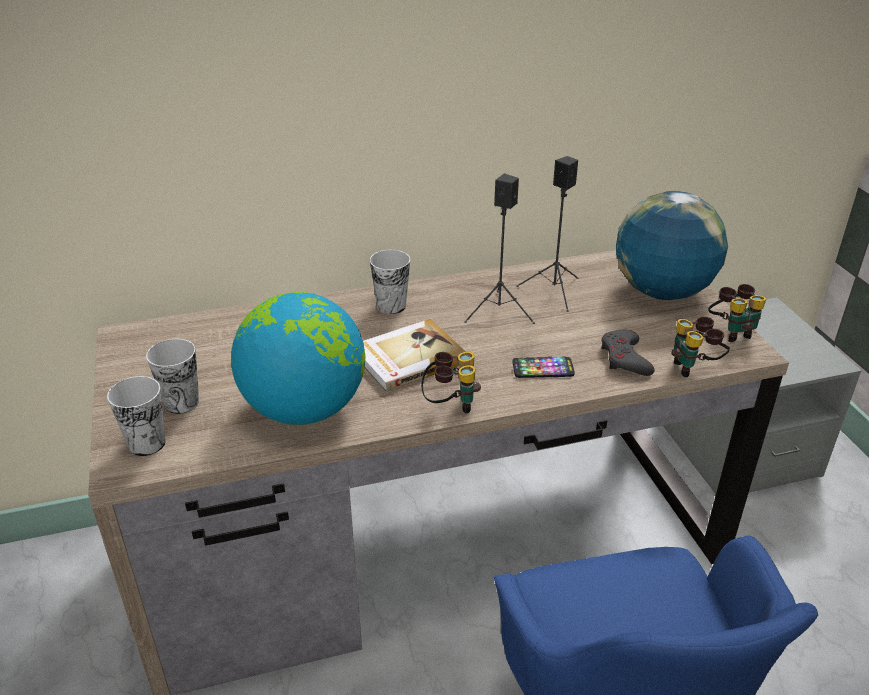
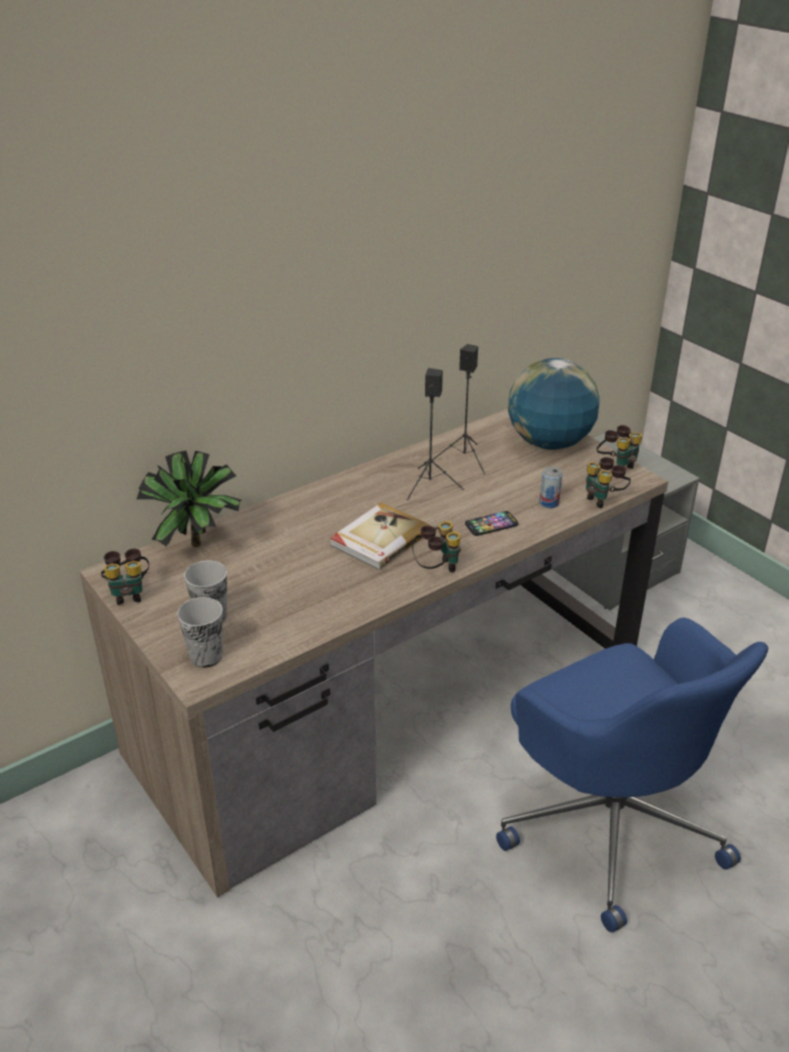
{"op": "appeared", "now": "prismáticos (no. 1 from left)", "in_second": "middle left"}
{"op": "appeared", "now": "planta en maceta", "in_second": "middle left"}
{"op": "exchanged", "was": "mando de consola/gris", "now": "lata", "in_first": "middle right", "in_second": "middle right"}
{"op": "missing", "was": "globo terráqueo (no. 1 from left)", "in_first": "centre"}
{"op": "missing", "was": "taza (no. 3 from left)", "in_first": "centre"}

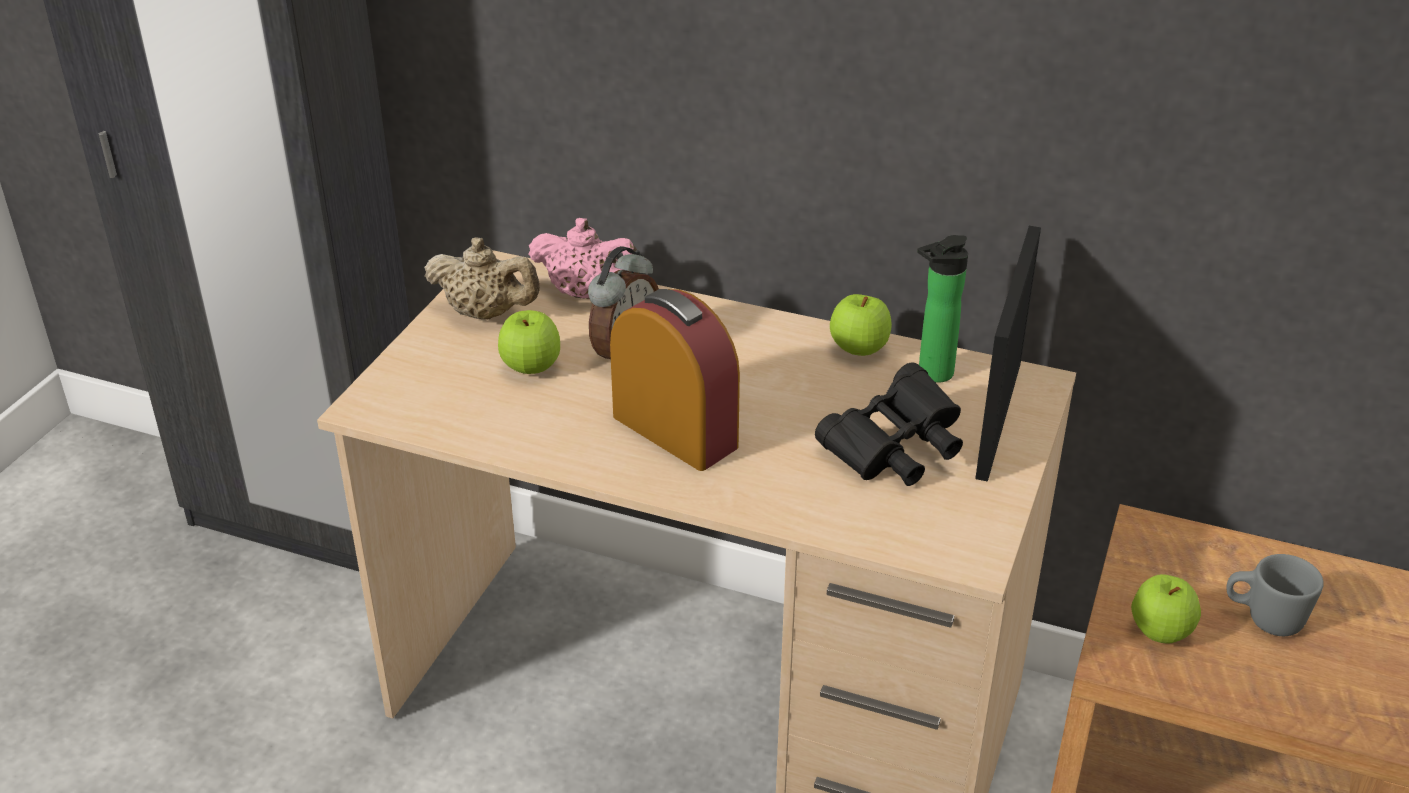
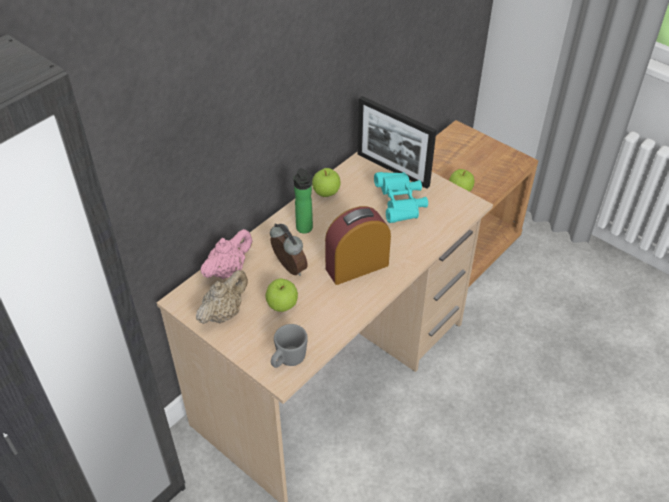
{"op": "relocated", "was": "taza grande/gris", "in_first": "bottom right", "in_second": "bottom centre"}
{"op": "relocated", "was": "botella", "in_first": "middle right", "in_second": "centre"}
{"op": "colour", "was": "prismáticos/negro", "now": "prismáticos/turquesa", "in_first": "centre", "in_second": "centre"}

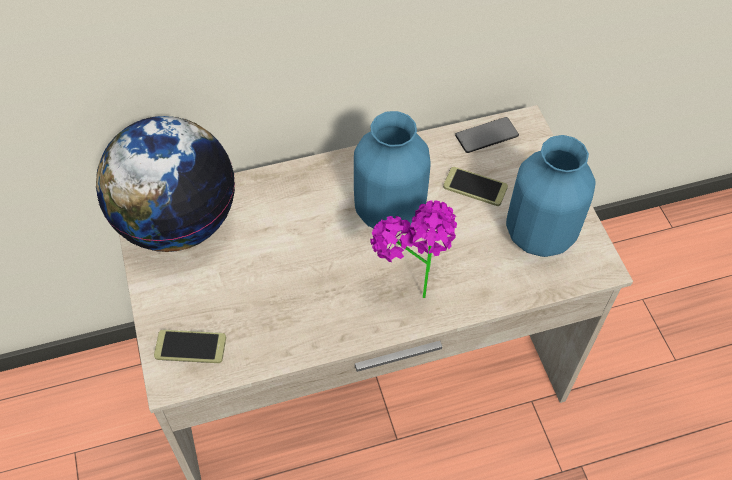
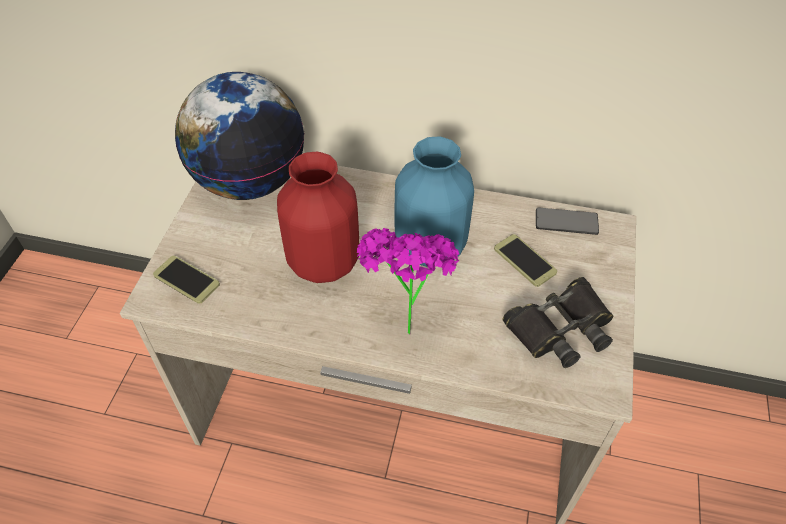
{"op": "appeared", "now": "florero/rojo", "in_second": "centre"}
{"op": "exchanged", "was": "florero/azul (no. 2 from left)", "now": "prismáticos/negro", "in_first": "middle right", "in_second": "middle right"}

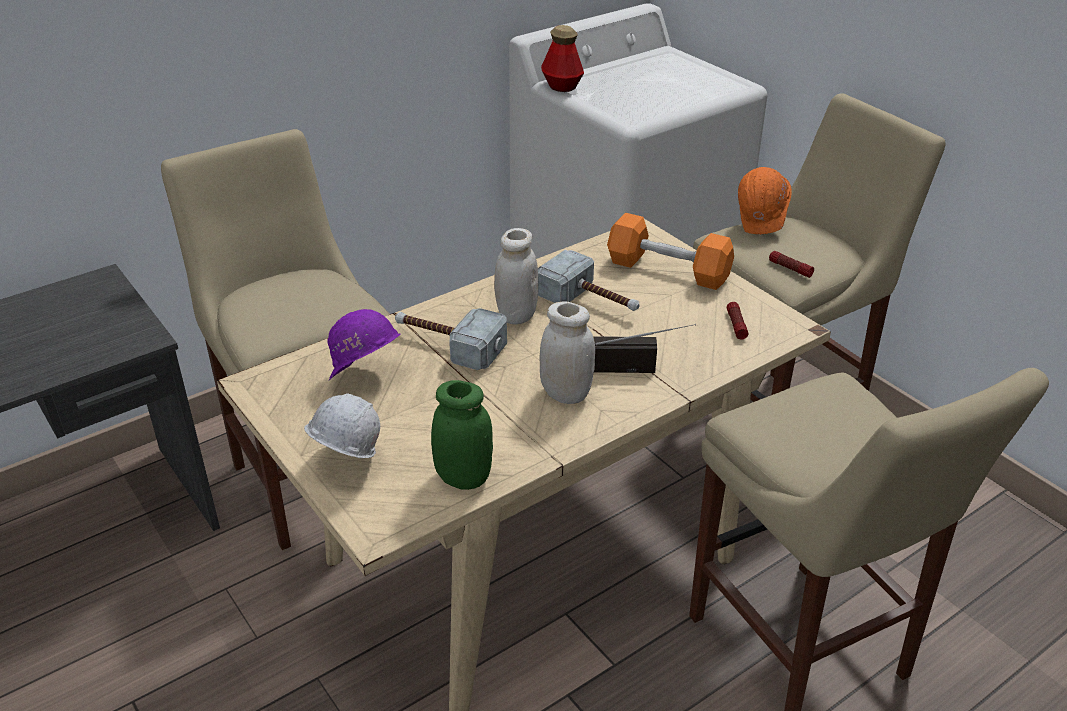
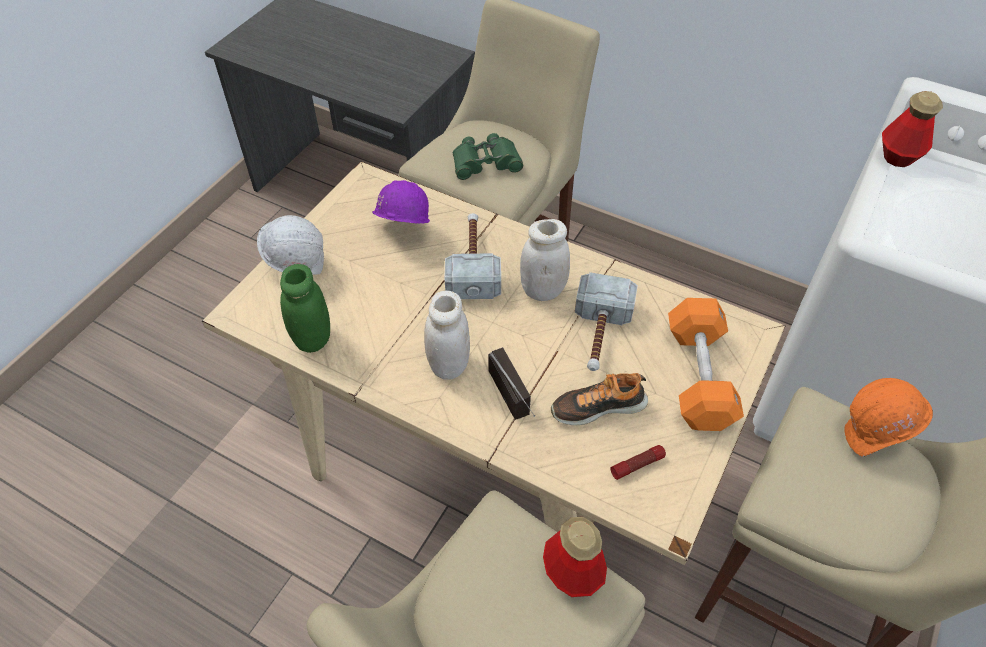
{"op": "appeared", "now": "prismáticos/verde", "in_second": "top centre"}
{"op": "appeared", "now": "botella (no. 1 from left)", "in_second": "bottom centre"}
{"op": "appeared", "now": "zapato", "in_second": "centre"}
{"op": "missing", "was": "linterna (no. 2 from left)", "in_first": "middle right"}

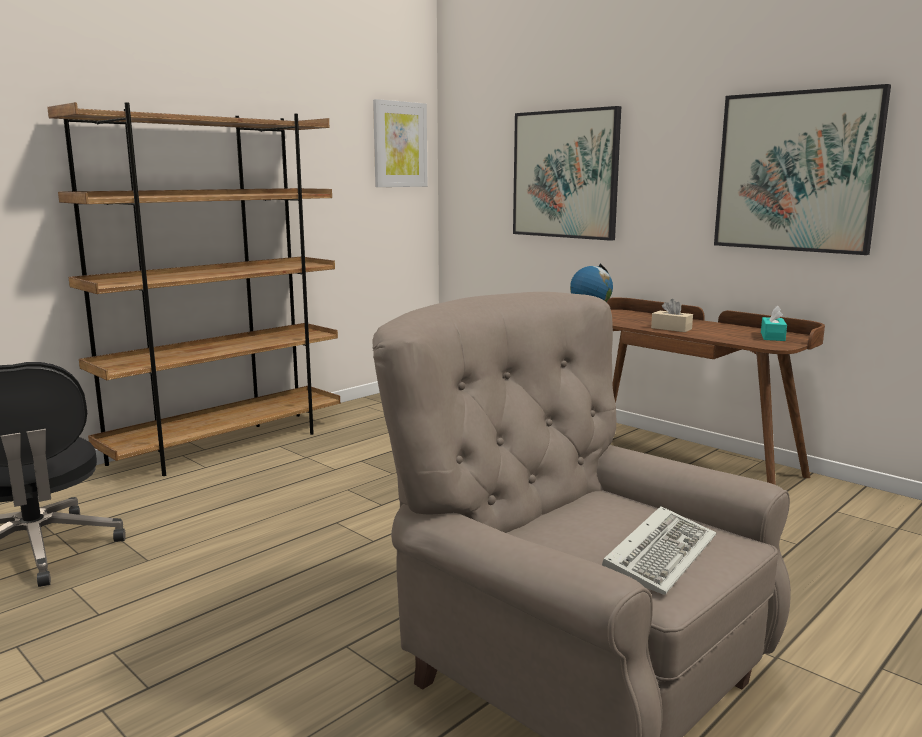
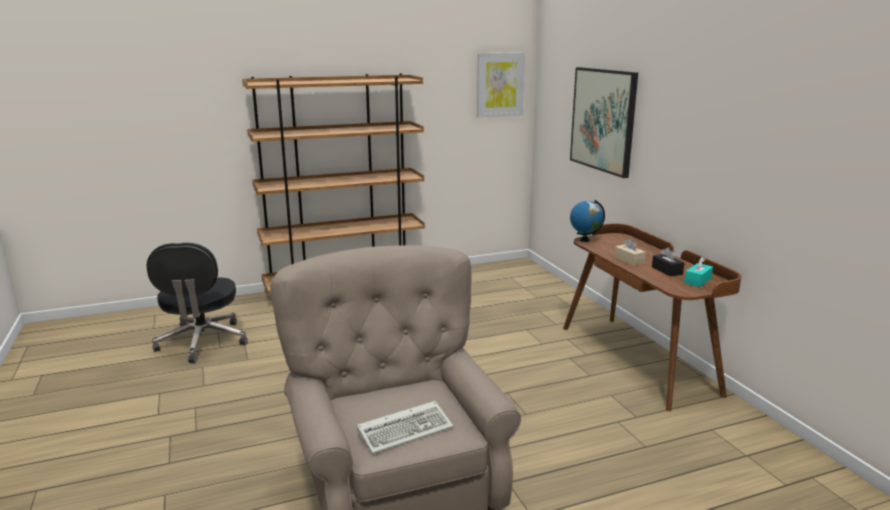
{"op": "appeared", "now": "caja de pañuelos/negro", "in_second": "middle right"}
{"op": "missing", "was": "cuadro (no. 3 from left)", "in_first": "top right"}

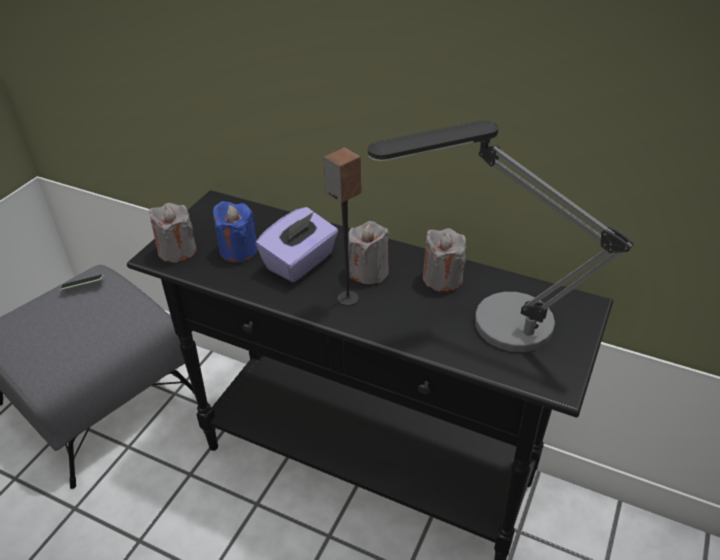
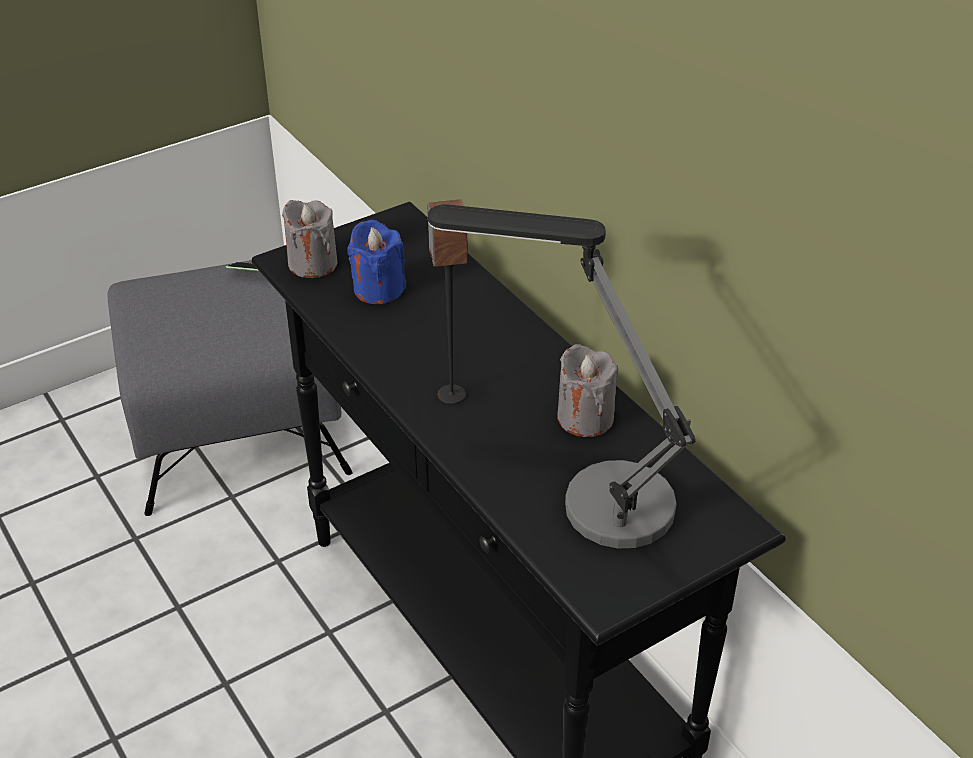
{"op": "missing", "was": "caja de pañuelos/morado", "in_first": "centre"}
{"op": "missing", "was": "vela/gris (no. 2 from left)", "in_first": "centre"}

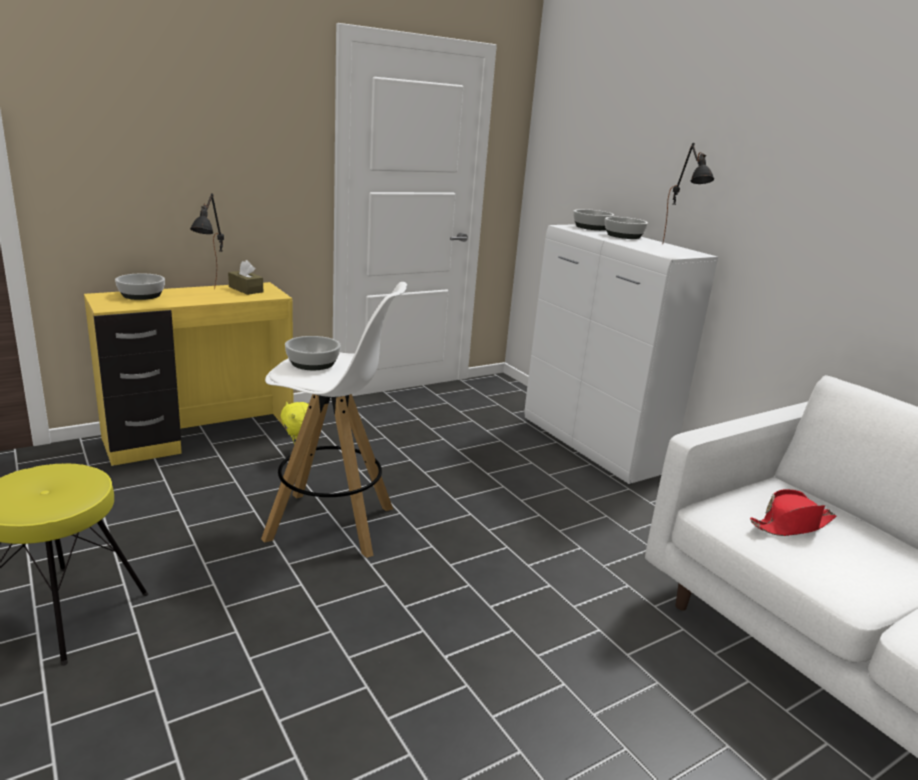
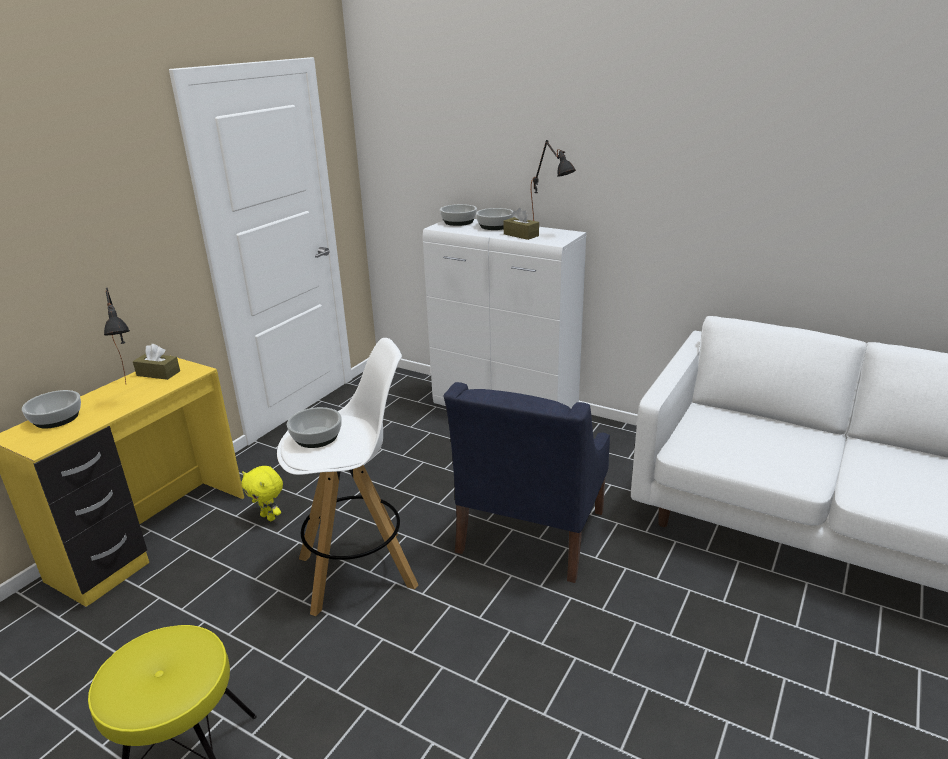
{"op": "appeared", "now": "sillón/azul", "in_second": "centre"}
{"op": "appeared", "now": "caja de pañuelos/marrón (no. 2 from left)", "in_second": "top centre"}
{"op": "missing", "was": "sombrero/rojo", "in_first": "middle right"}

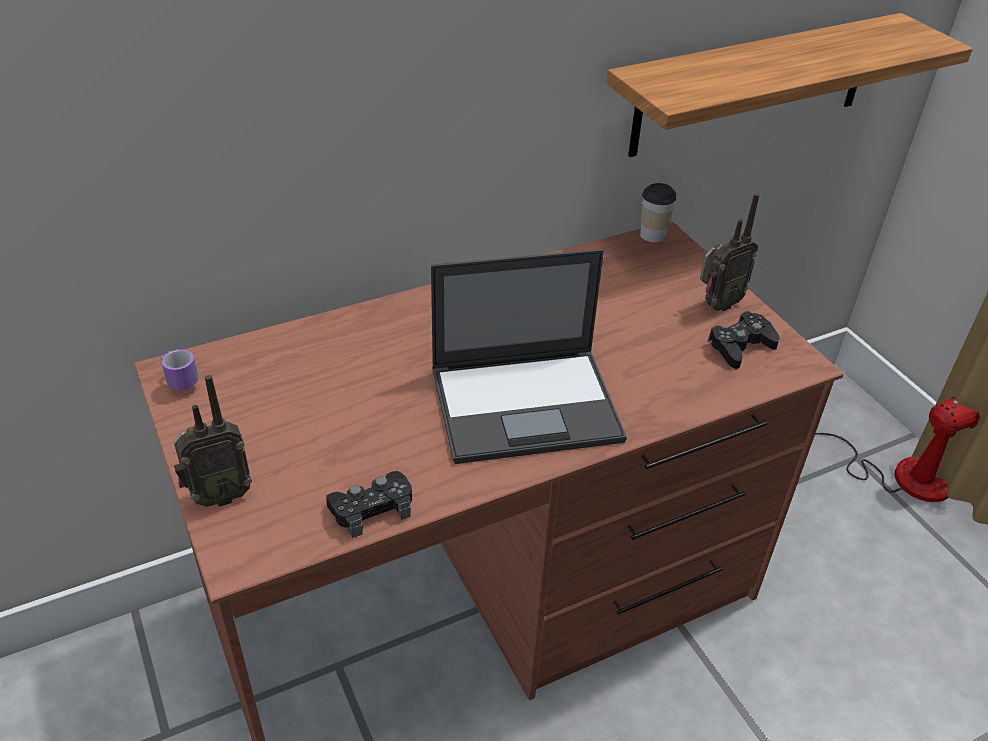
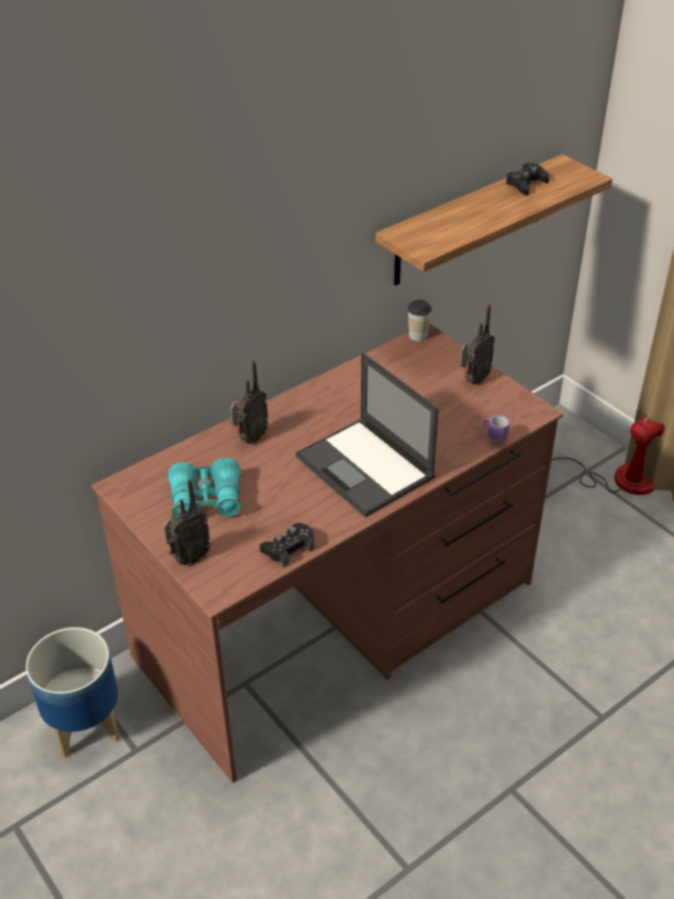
{"op": "appeared", "now": "maceta", "in_second": "bottom left"}
{"op": "appeared", "now": "prismáticos/turquesa", "in_second": "middle left"}
{"op": "appeared", "now": "radio (no. 2 from left)", "in_second": "centre"}
{"op": "spun", "was": "portátil", "in_first": "centre", "in_second": "centre", "clockwise": 75}
{"op": "relocated", "was": "taza grande", "in_first": "middle left", "in_second": "middle right"}
{"op": "relocated", "was": "mando de consola/negro (no. 2 from left)", "in_first": "middle right", "in_second": "top right"}

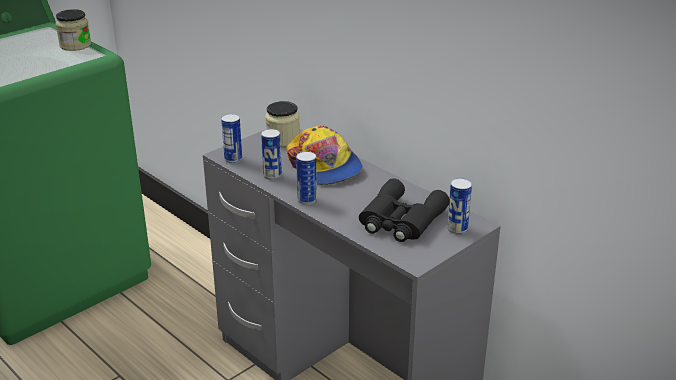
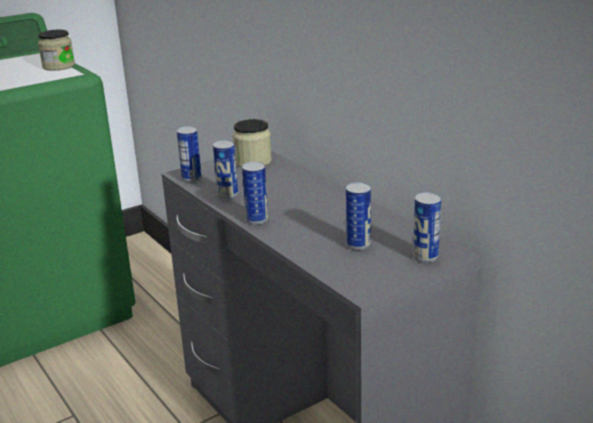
{"op": "exchanged", "was": "prismáticos/negro", "now": "lata (no. 4 from left)", "in_first": "centre", "in_second": "centre"}
{"op": "missing", "was": "gorra", "in_first": "centre"}

